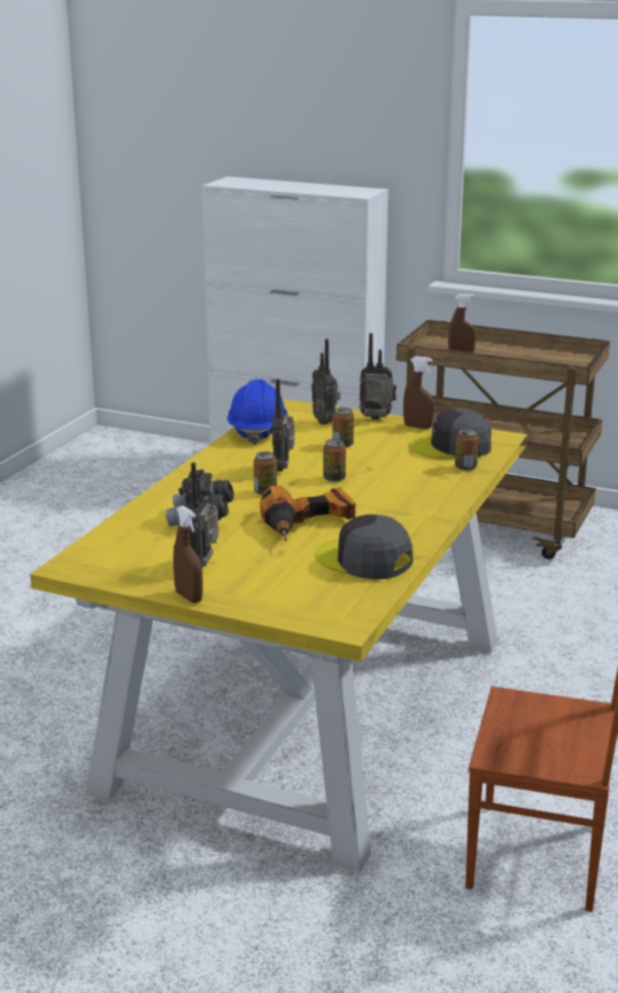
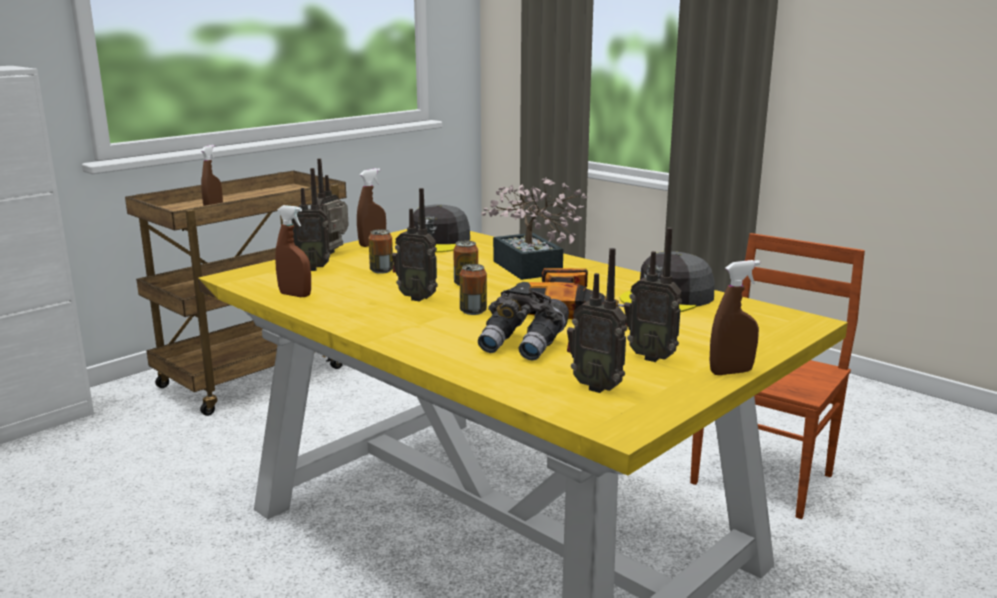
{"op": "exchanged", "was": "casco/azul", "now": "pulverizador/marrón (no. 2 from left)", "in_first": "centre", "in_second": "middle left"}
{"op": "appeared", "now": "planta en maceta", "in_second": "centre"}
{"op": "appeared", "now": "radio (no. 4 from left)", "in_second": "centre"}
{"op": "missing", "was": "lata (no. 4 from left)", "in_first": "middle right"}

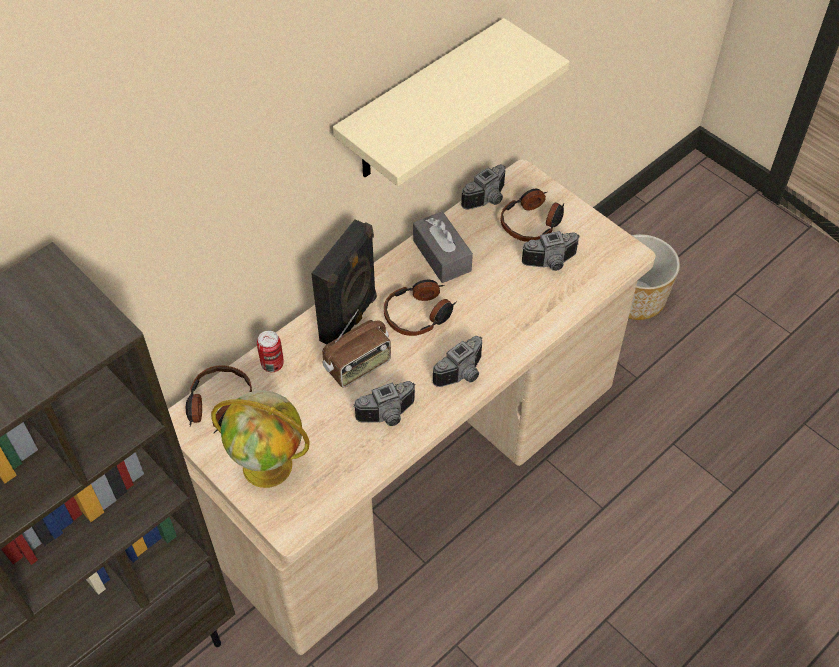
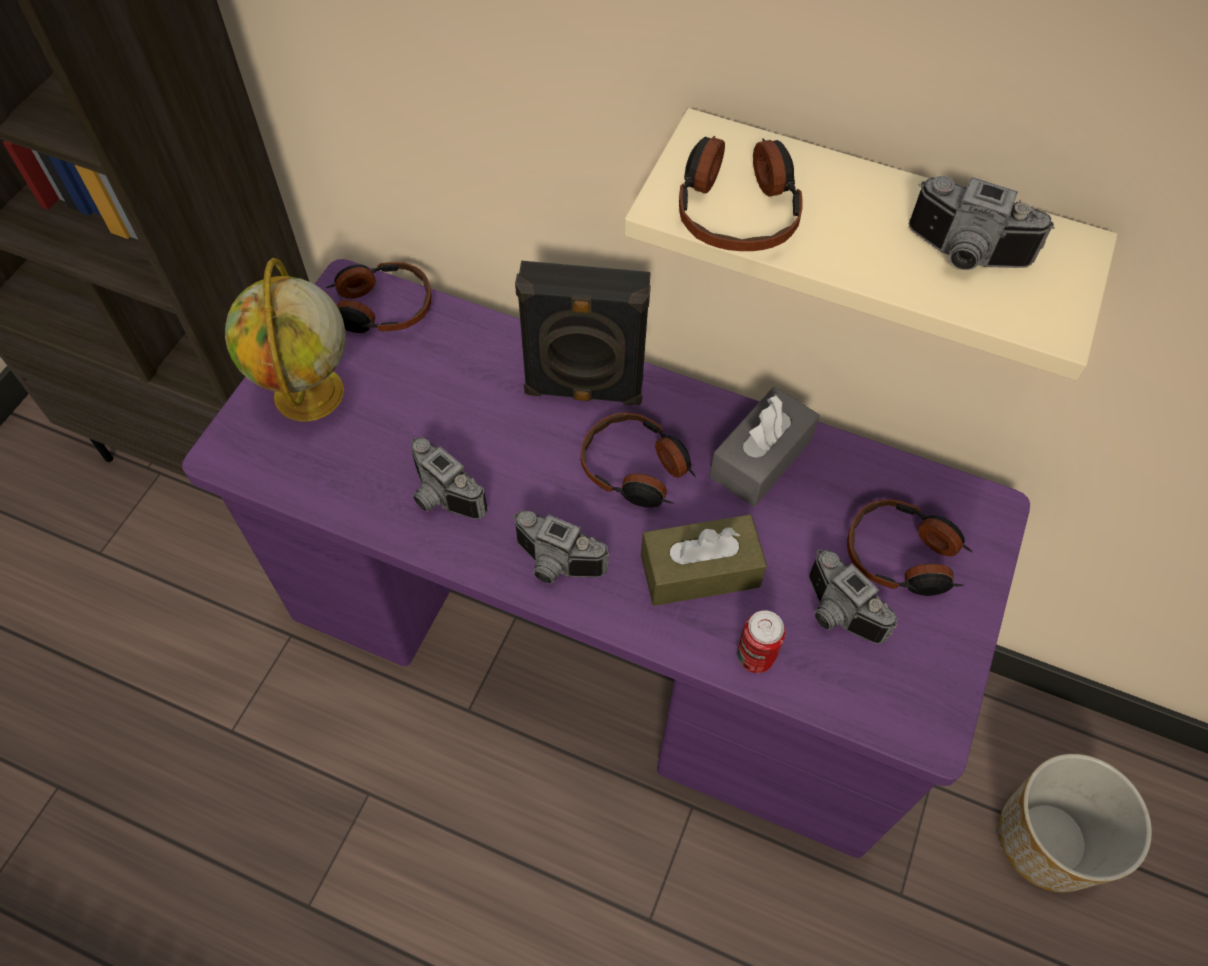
{"op": "colour", "was": "escritorio/beis", "now": "escritorio/morado", "in_first": "centre", "in_second": "centre"}
{"op": "appeared", "now": "caja de pañuelos/marrón", "in_second": "centre"}
{"op": "appeared", "now": "auriculares (no. 3 from left)", "in_second": "top centre"}
{"op": "relocated", "was": "lata", "in_first": "middle left", "in_second": "centre"}
{"op": "relocated", "was": "cámara (no. 3 from left in the first image)", "now": "cámara (no. 4 from left)", "in_first": "top centre", "in_second": "top right"}
{"op": "missing", "was": "radio", "in_first": "centre"}

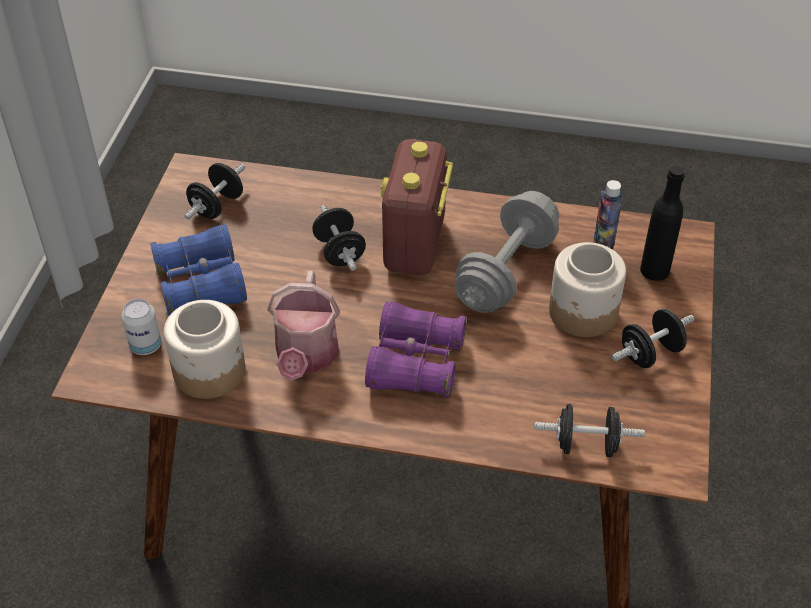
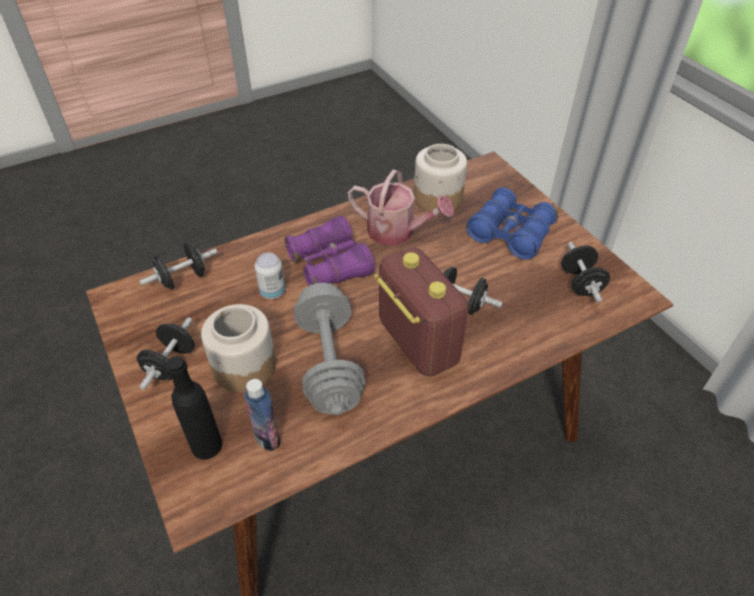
{"op": "relocated", "was": "lata", "in_first": "middle left", "in_second": "centre"}
{"op": "spun", "was": "regadera", "in_first": "centre", "in_second": "centre", "clockwise": 150}

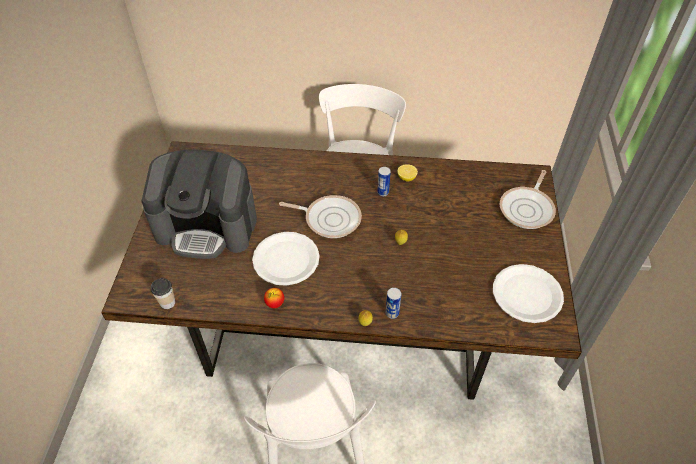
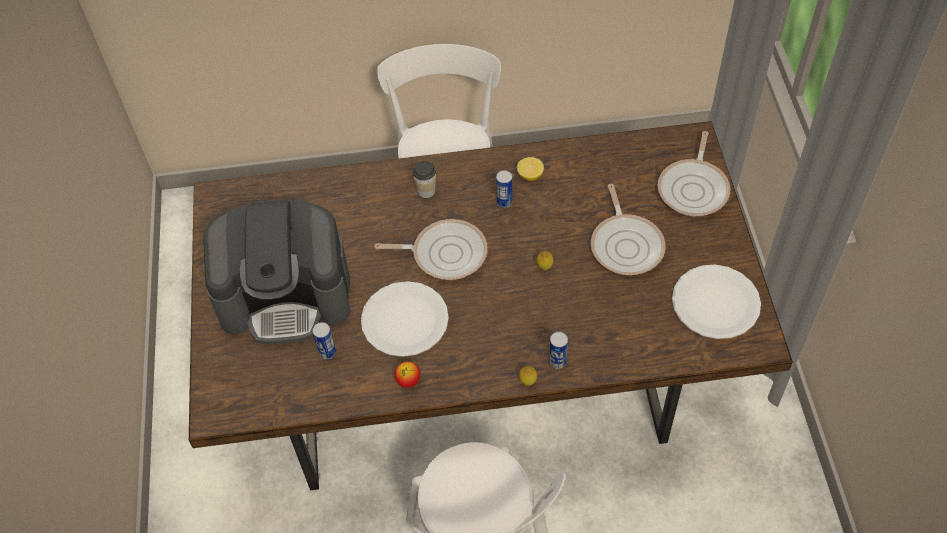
{"op": "appeared", "now": "lata (no. 1 from left)", "in_second": "centre"}
{"op": "relocated", "was": "taza", "in_first": "middle left", "in_second": "centre"}
{"op": "appeared", "now": "sartén (no. 2 from left)", "in_second": "centre"}

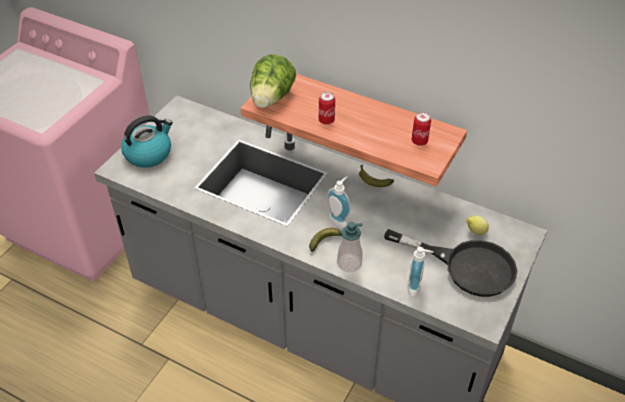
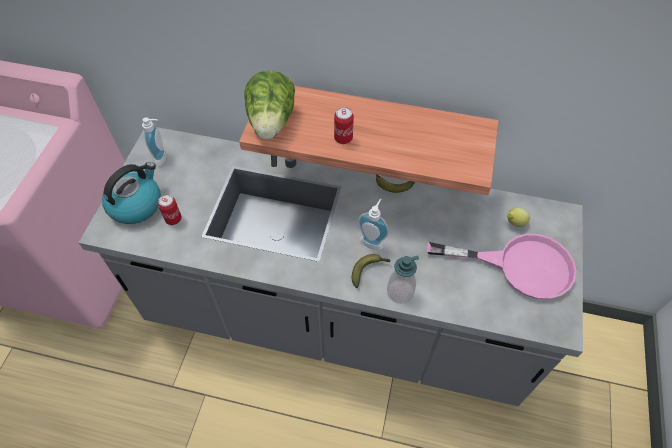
{"op": "relocated", "was": "dispensador de jabón (no. 3 from left in the first image)", "now": "dispensador de jabón (no. 1 from left)", "in_first": "bottom right", "in_second": "top left"}
{"op": "relocated", "was": "lata (no. 2 from left in the first image)", "now": "lata (no. 1 from left)", "in_first": "top right", "in_second": "middle left"}
{"op": "colour", "was": "sartén/negro", "now": "sartén/rosa", "in_first": "middle right", "in_second": "middle right"}

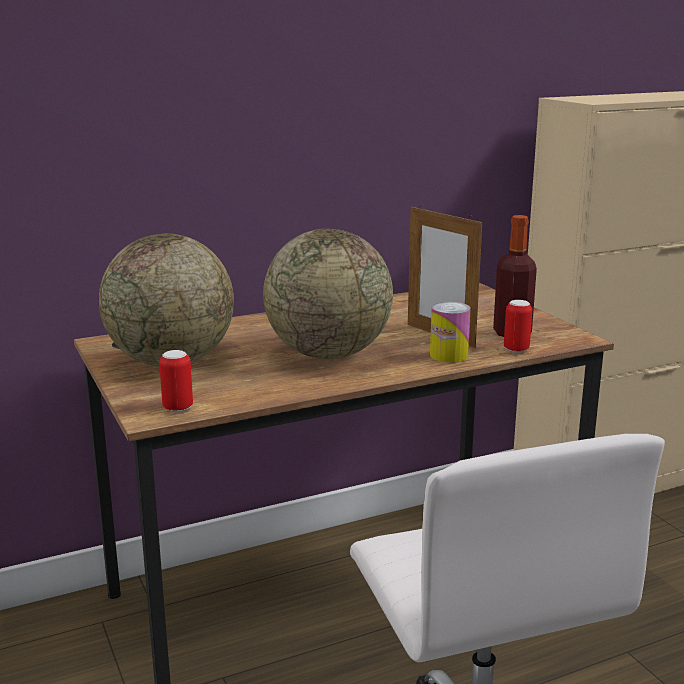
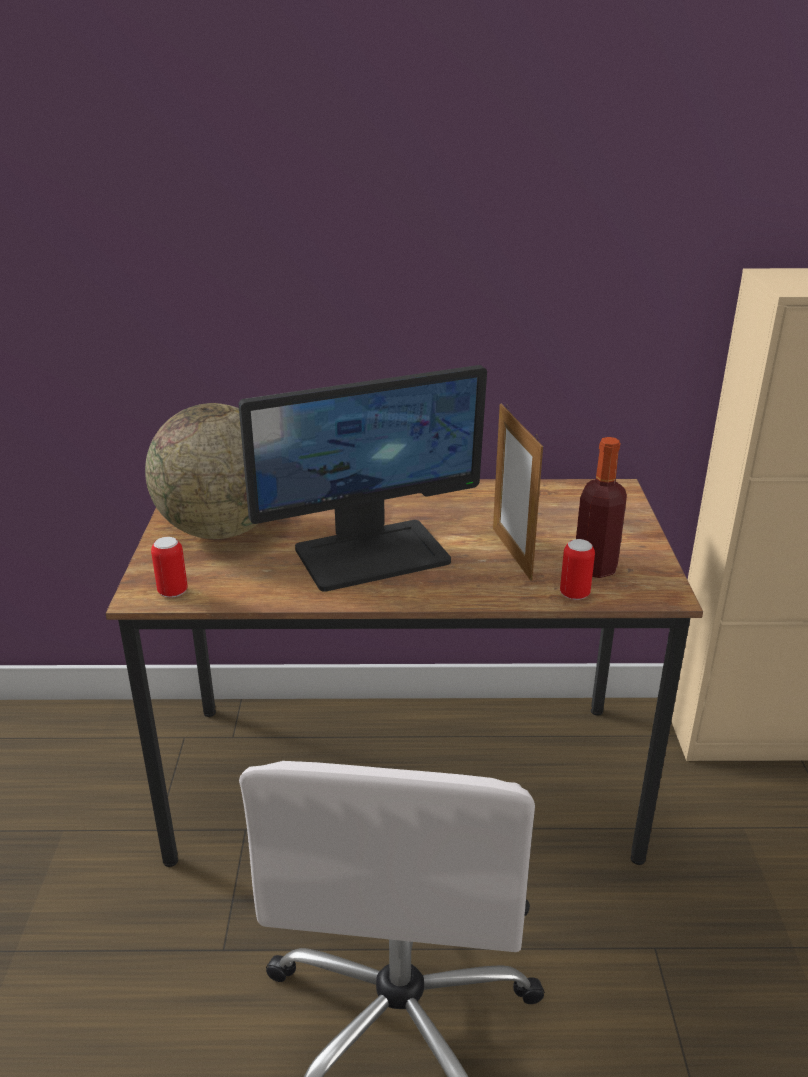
{"op": "exchanged", "was": "globo terráqueo (no. 2 from left)", "now": "monitor", "in_first": "centre", "in_second": "centre"}
{"op": "missing", "was": "lata (no. 2 from left)", "in_first": "centre"}

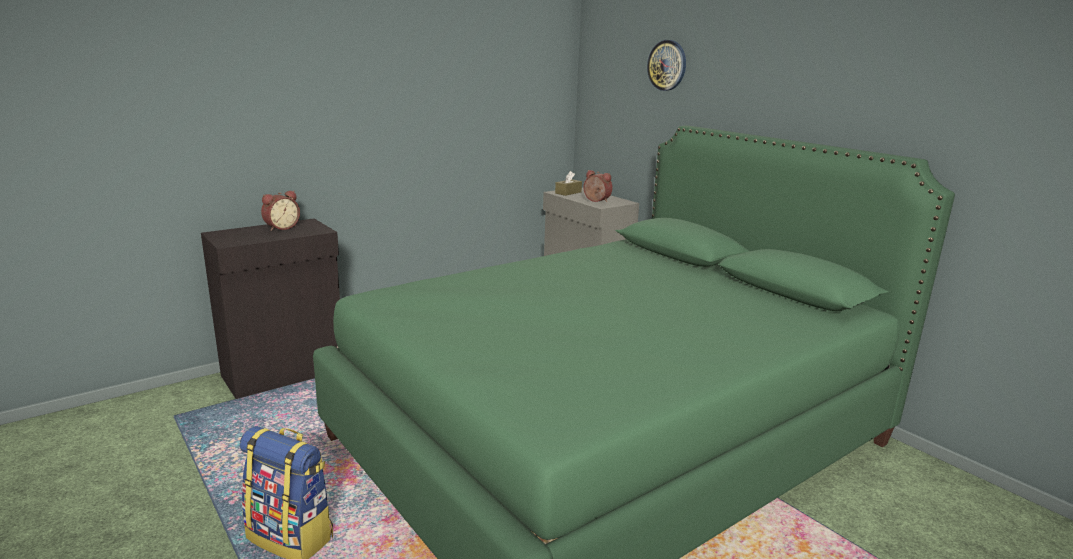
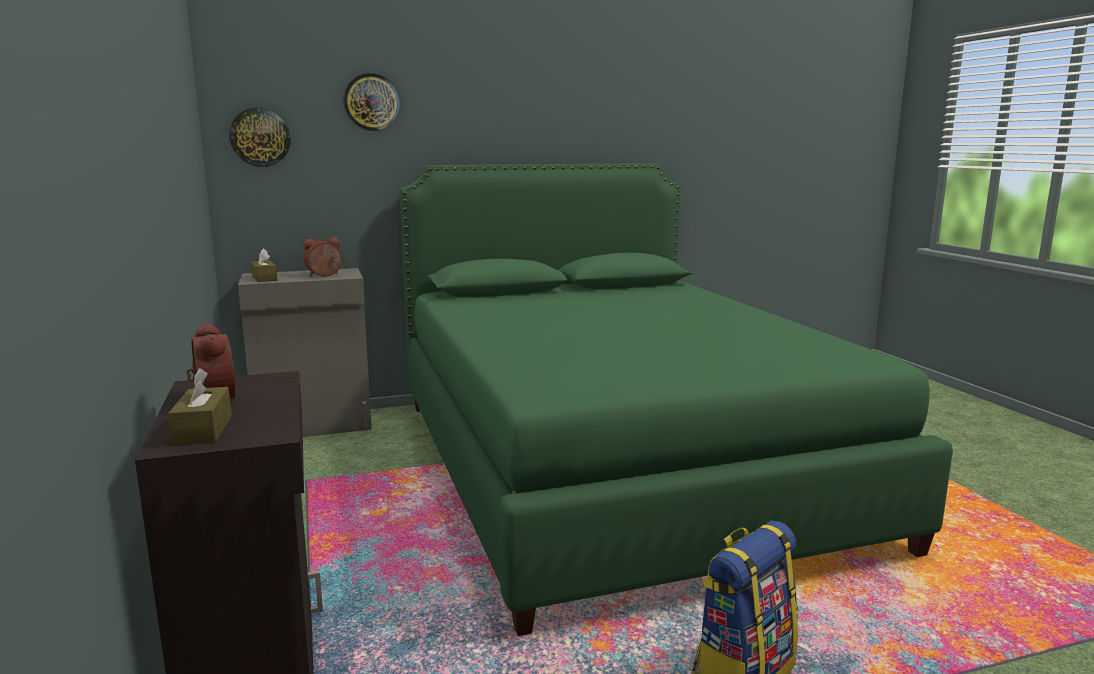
{"op": "appeared", "now": "caja de pañuelos/marrón (no. 1 from left)", "in_second": "middle left"}
{"op": "appeared", "now": "reloj de pared (no. 1 from left)", "in_second": "top left"}

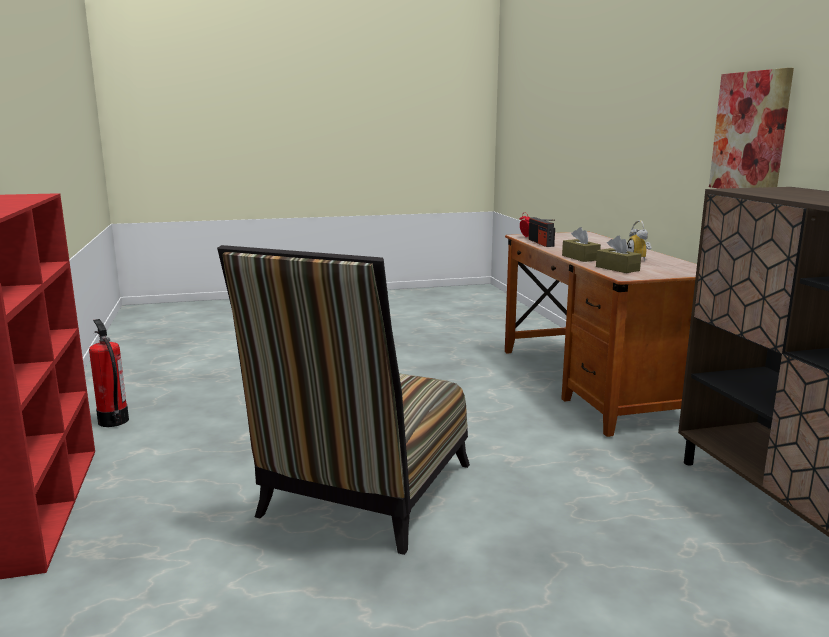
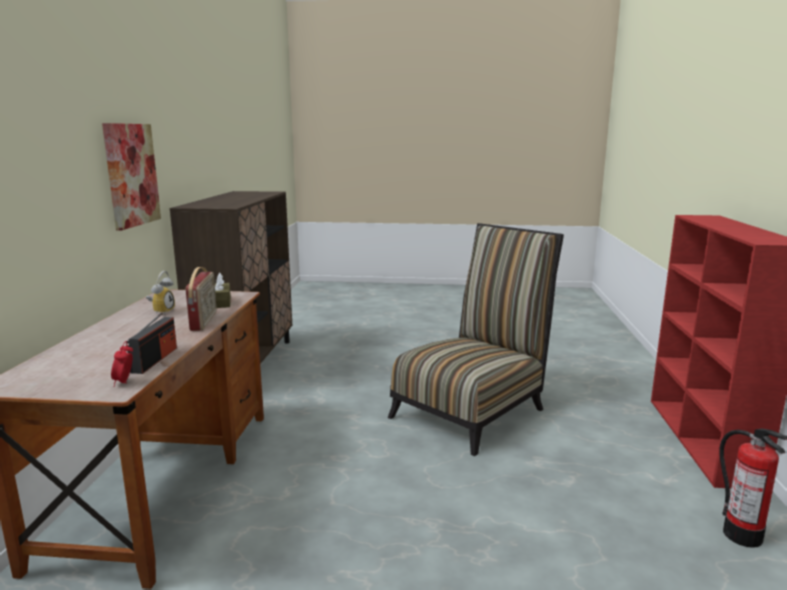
{"op": "exchanged", "was": "caja de pañuelos/marrón (no. 1 from left)", "now": "radio (no. 2 from left)", "in_first": "middle right", "in_second": "middle left"}

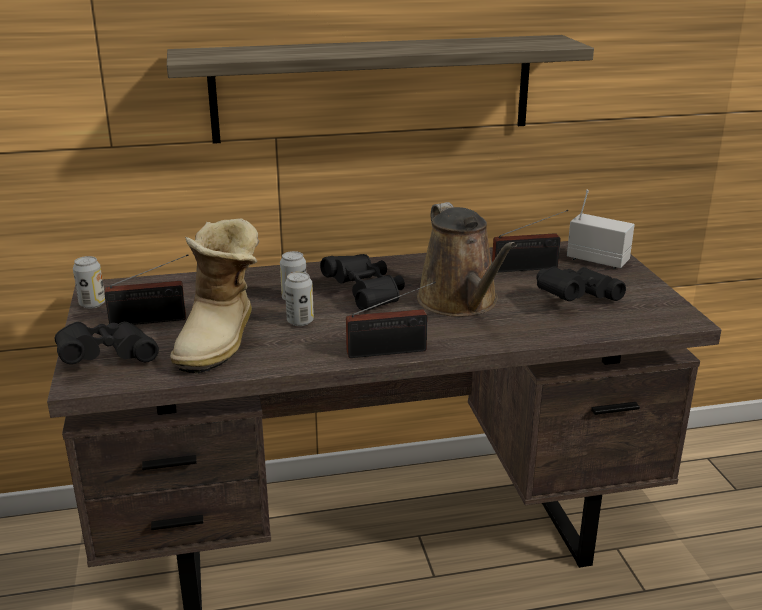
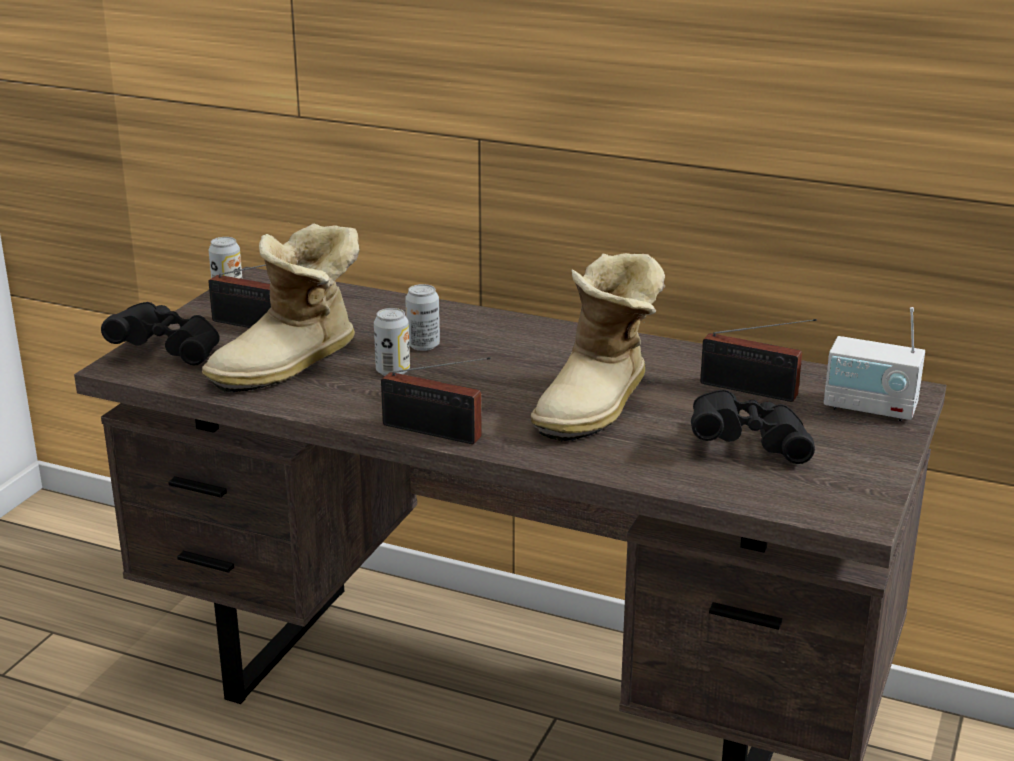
{"op": "exchanged", "was": "regadera/marrón", "now": "bota (no. 2 from left)", "in_first": "centre", "in_second": "centre"}
{"op": "spun", "was": "radio (no. 4 from left)", "in_first": "middle right", "in_second": "middle right", "clockwise": 135}
{"op": "missing", "was": "estante", "in_first": "top centre"}
{"op": "missing", "was": "prismáticos/negro (no. 2 from left)", "in_first": "centre"}

